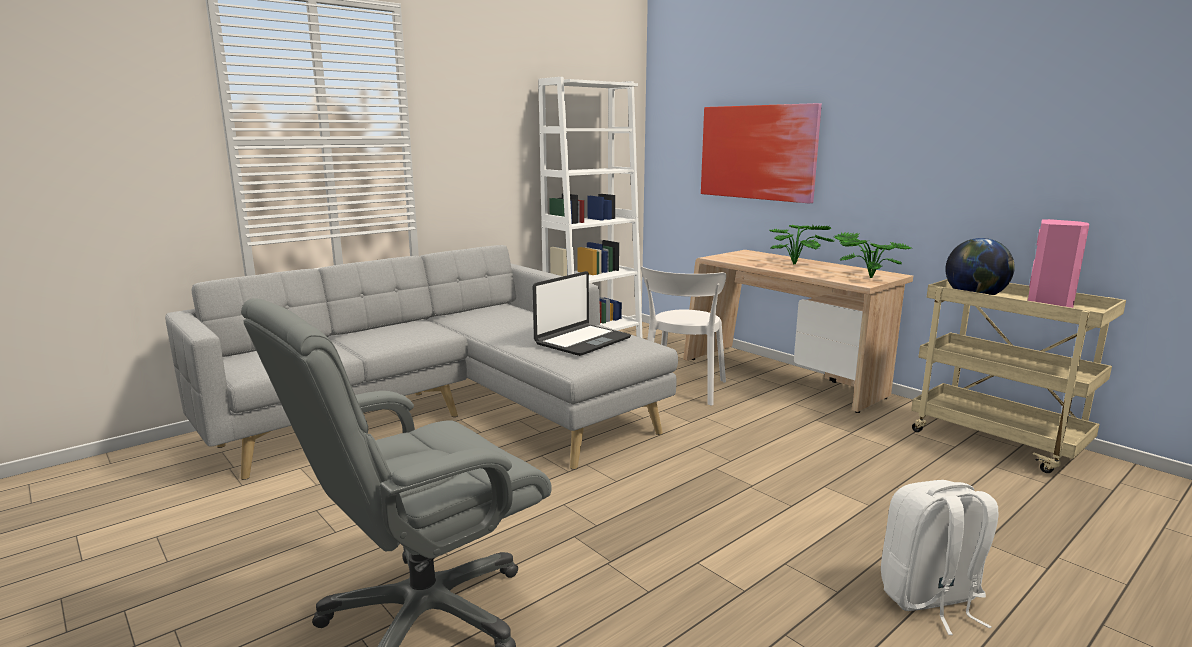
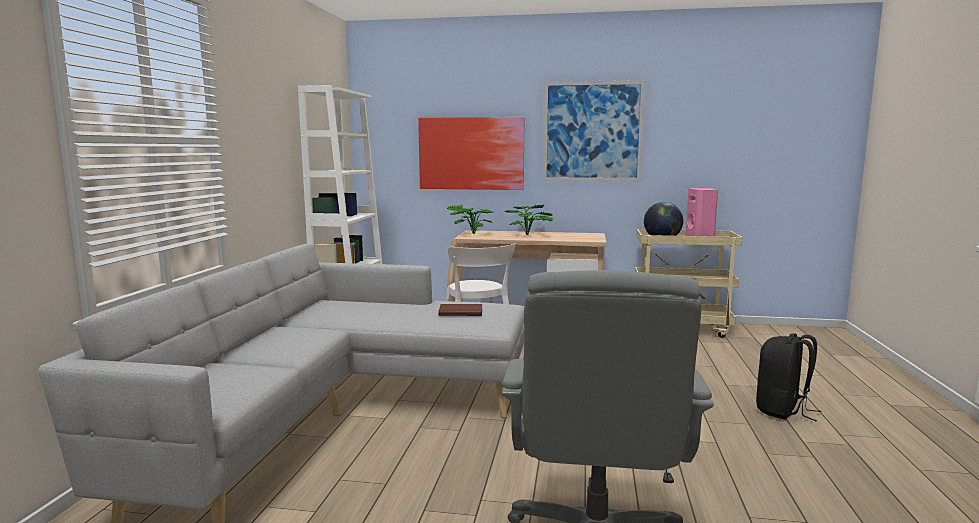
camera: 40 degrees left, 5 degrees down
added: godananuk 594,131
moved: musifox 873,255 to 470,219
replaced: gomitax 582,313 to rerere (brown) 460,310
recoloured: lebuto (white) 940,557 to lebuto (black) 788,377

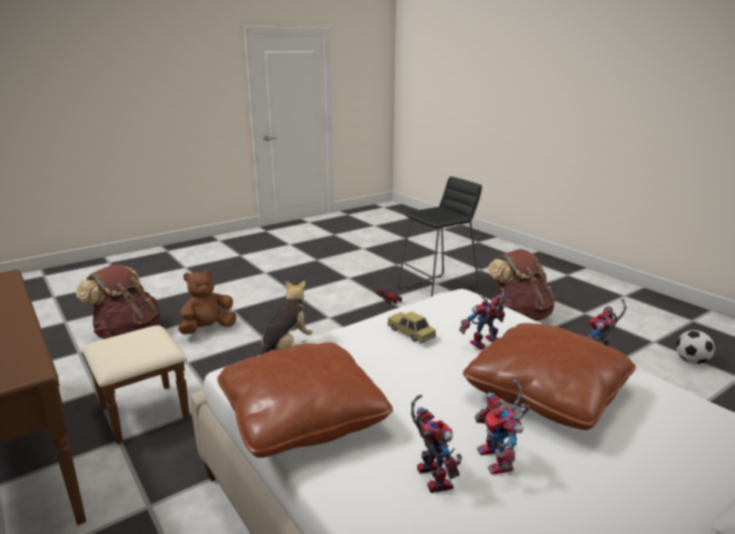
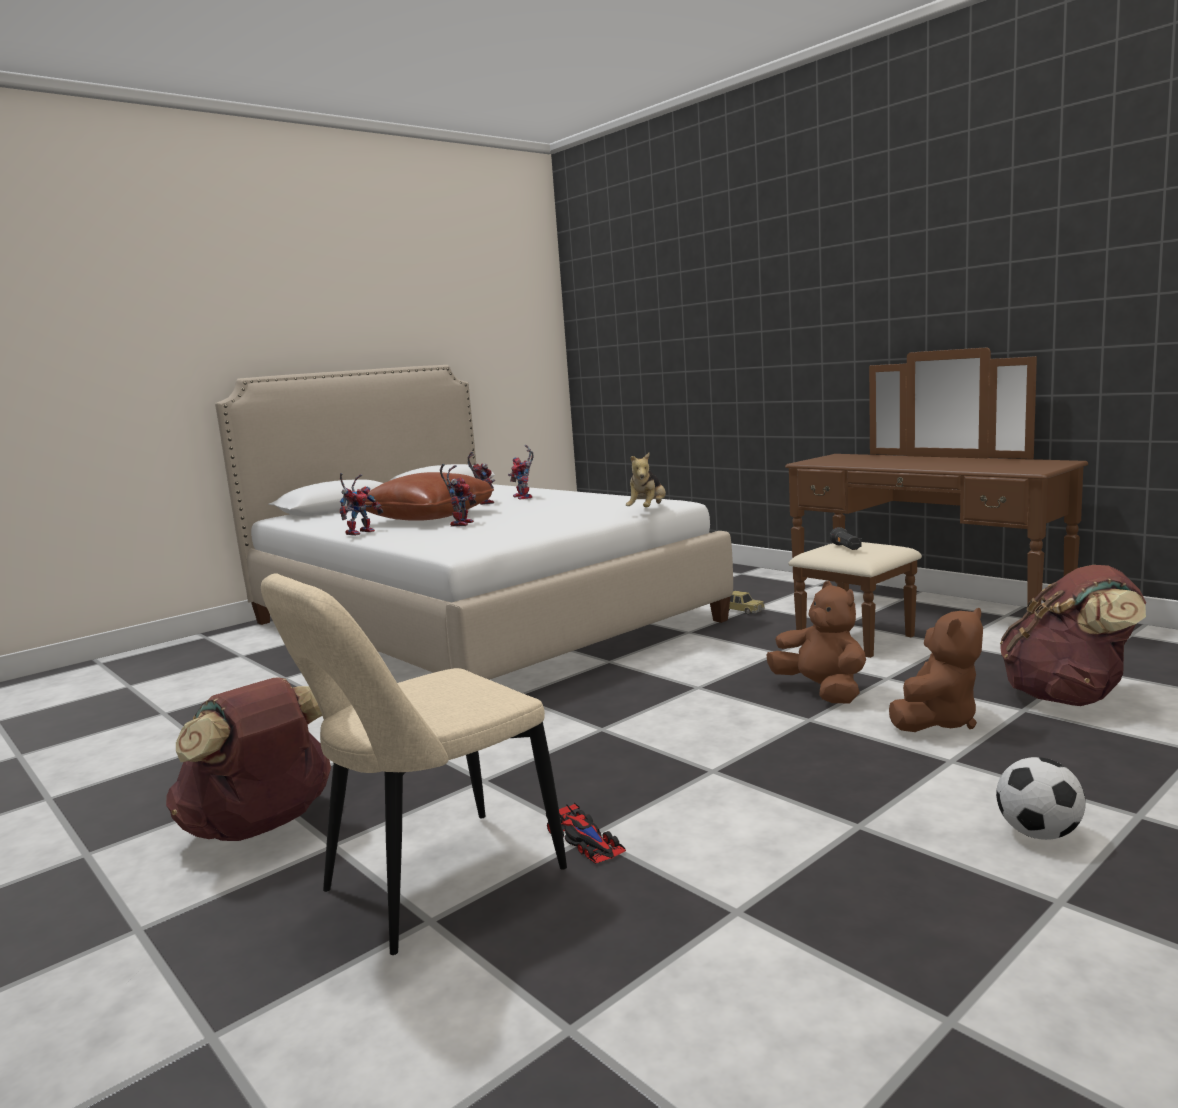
camera: 175 degrees right, 10 degrees down
removed: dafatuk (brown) 305,400
added: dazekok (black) 845,538; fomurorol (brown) 816,642
moved: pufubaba 411,327 to 747,603; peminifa 695,347 to 1041,798
replaced: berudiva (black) 440,237 to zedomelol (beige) 414,764
turned: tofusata 482,319 = 458,495 45 degrees counterclockwise

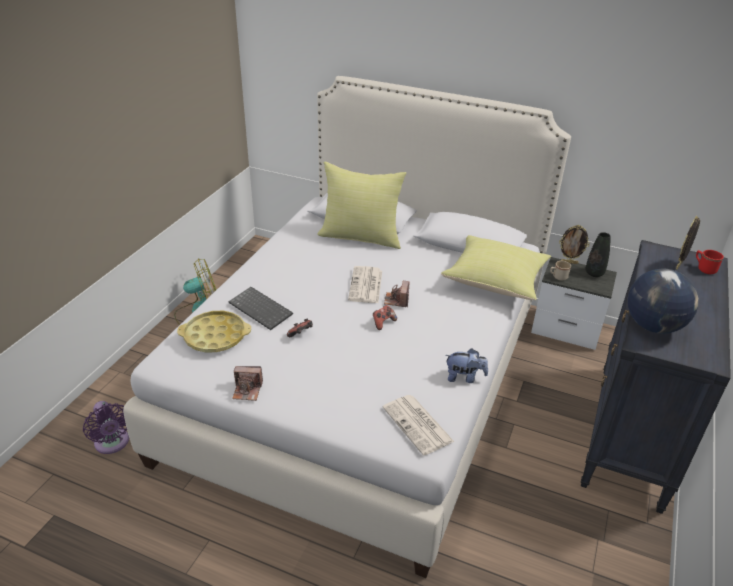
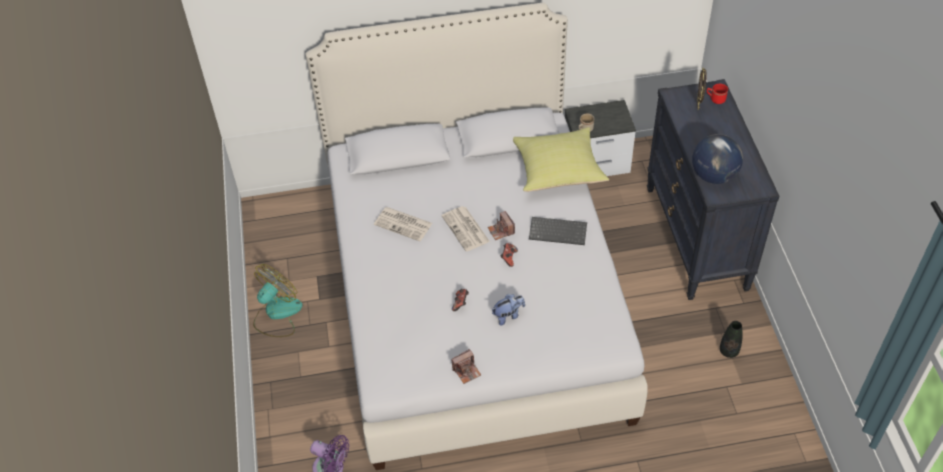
camera: 30 degrees left, 15 degrees up
removed: dafatuk (yellow) 361,205; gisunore 574,244; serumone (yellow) 214,331
moved: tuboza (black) 598,254 to 731,339; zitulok 261,308 to 558,231; fomurorol 466,366 to 508,310; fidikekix 418,425 to 403,224

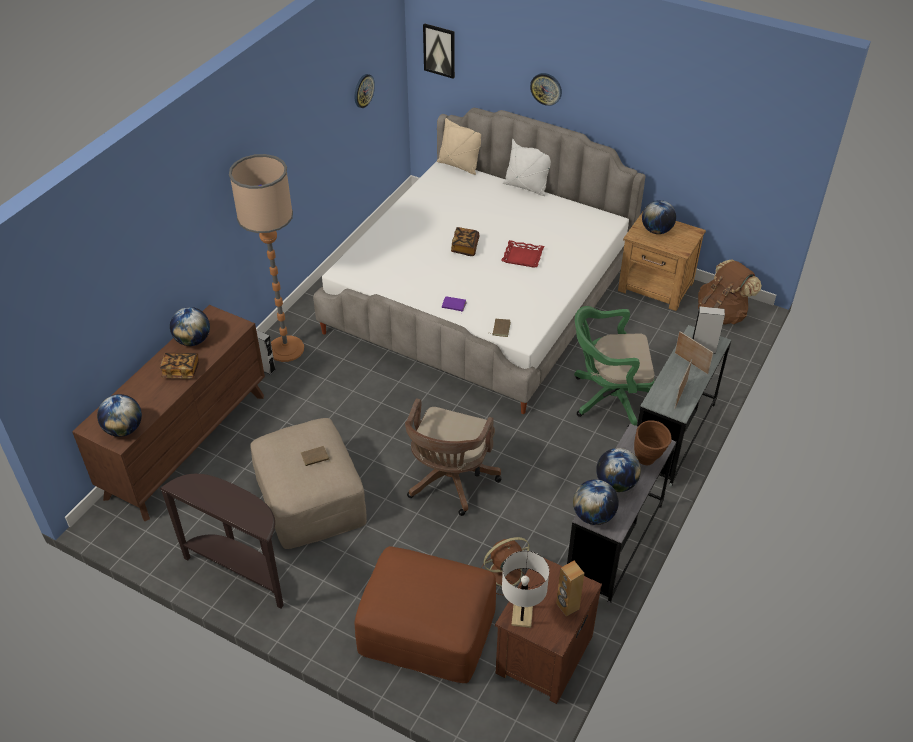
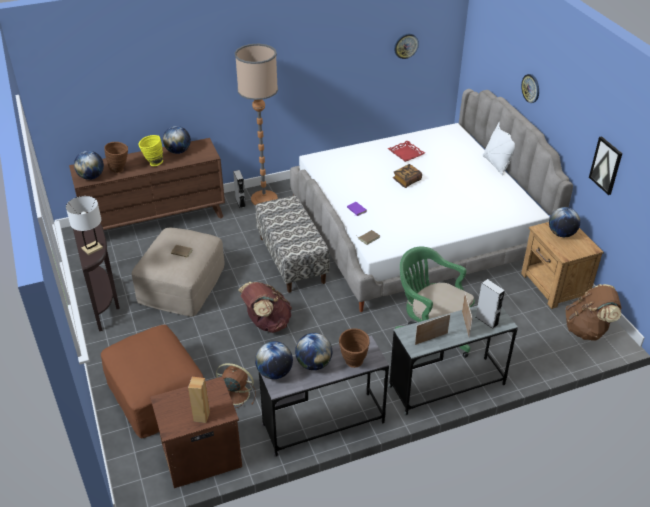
camera: 40 degrees right, 5 degrees down
removed: dafatuk (beige) 459,146
added: tuboza (brown) 116,157; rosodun 292,244
moved: godananuk 439,51 to 605,165; serumone (red) 522,254 to 406,151; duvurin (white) 525,589 to 84,225
replaced: rerere 179,366 to tuboza (yellow) 150,150; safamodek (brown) 453,457 to lebuto (brown) 265,307

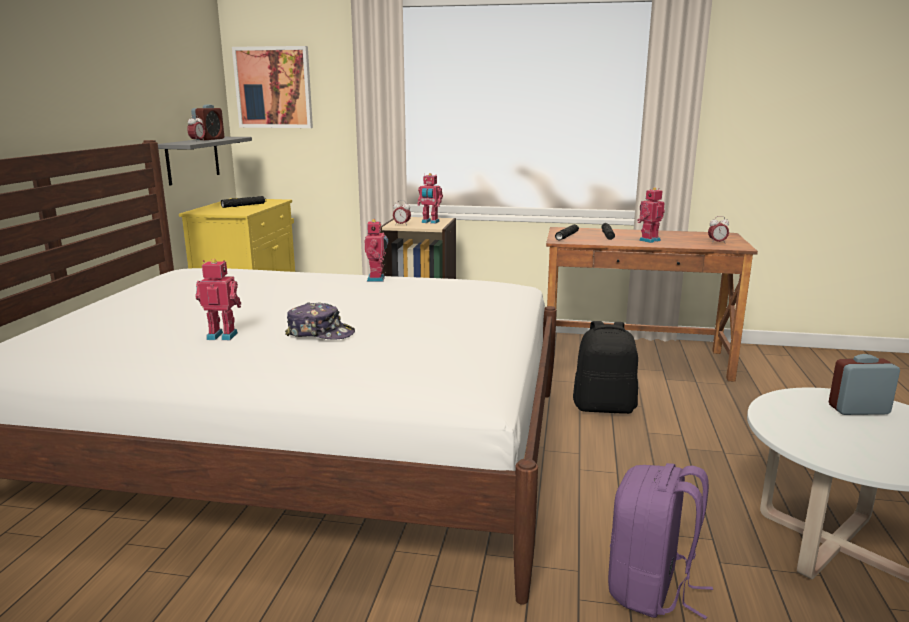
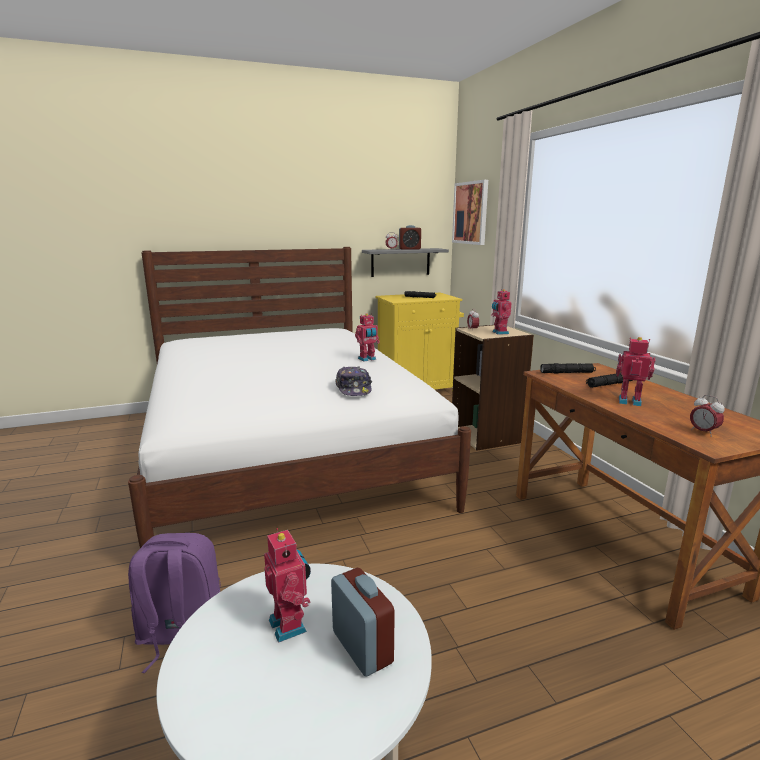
camera: 60 degrees right, 0 degrees up
removed: lebuto (black) 605,367
moved: tofusata 218,299 to 287,585; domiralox 320,320 to 353,381

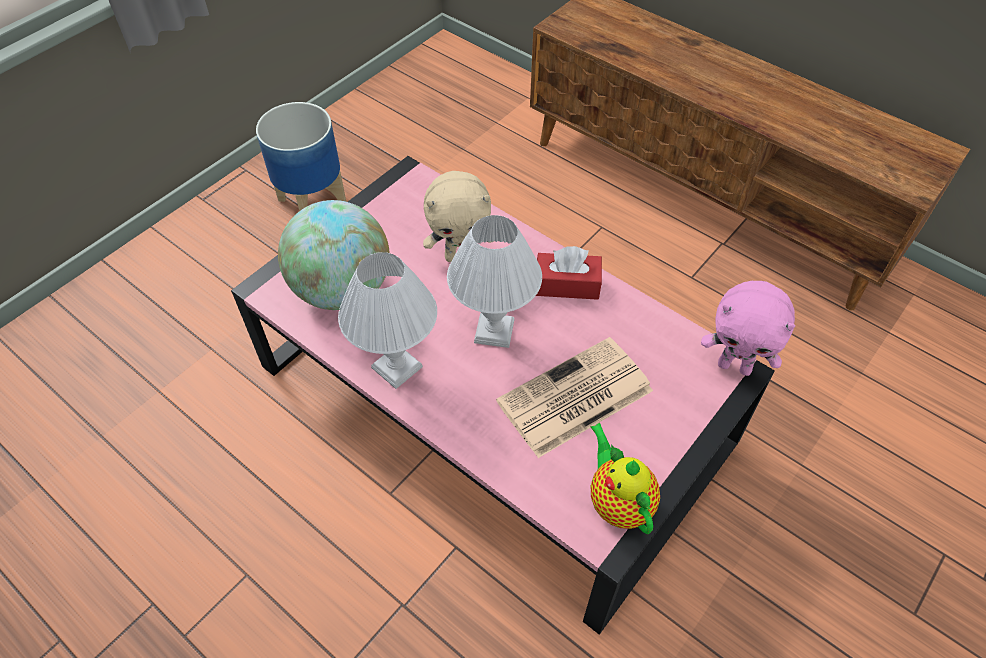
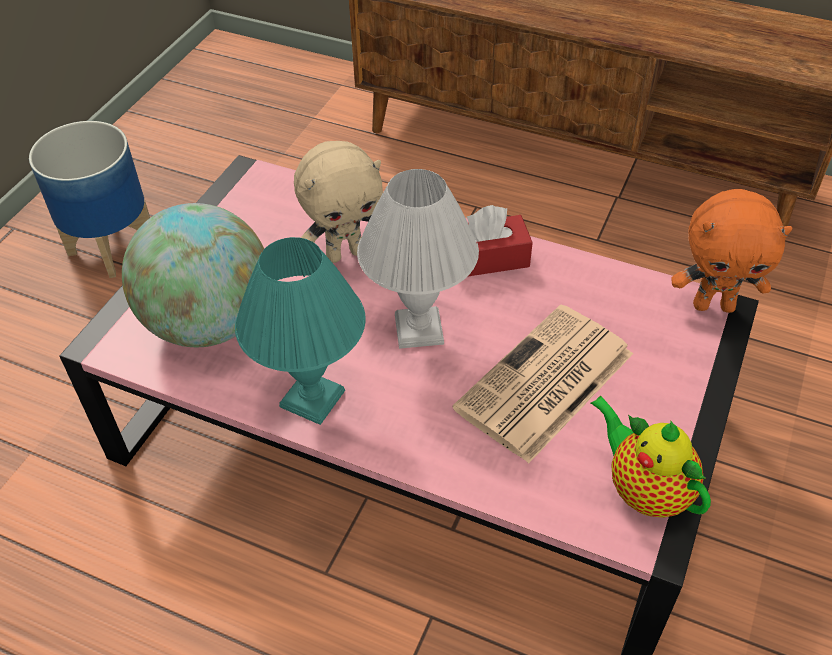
camera: 15 degrees left, 5 degrees down
recoloured: duvurin (white) 387,320 to duvurin (turquoise) 300,331; fomurorol (pink) 748,328 to fomurorol (orange) 732,251

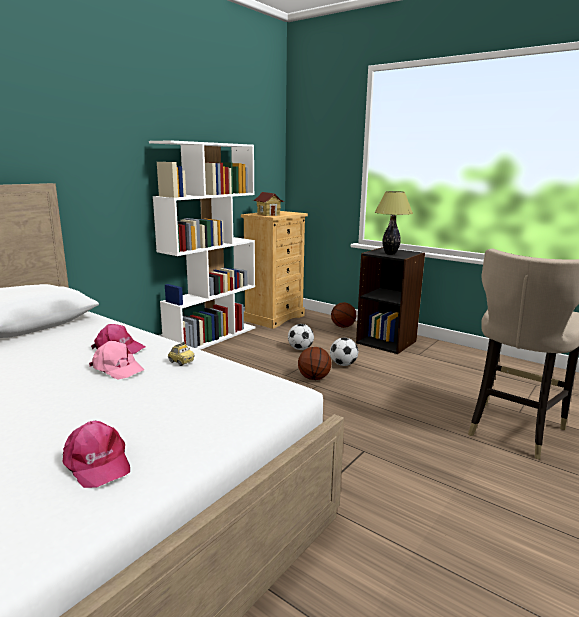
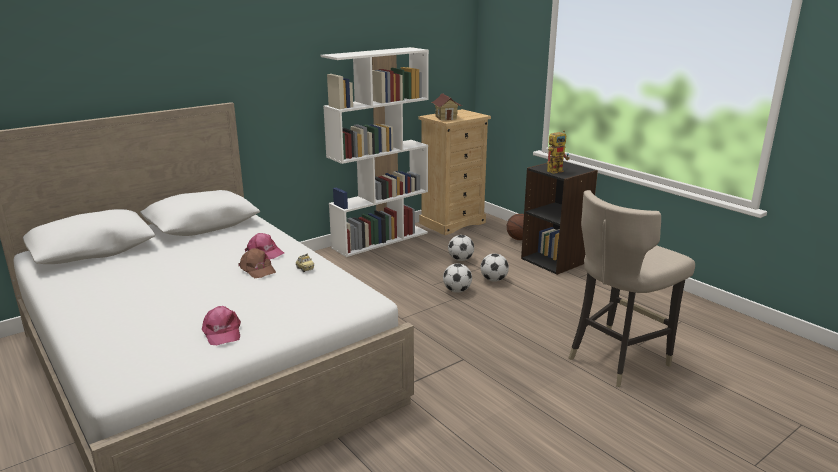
camera: 15 degrees right, 5 degrees up
replaced: duvurin 394,223 to tofusata 558,152; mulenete 314,363 to peminifa 457,278
recoloured: domiralox (pink) 116,360 to domiralox (brown) 257,263

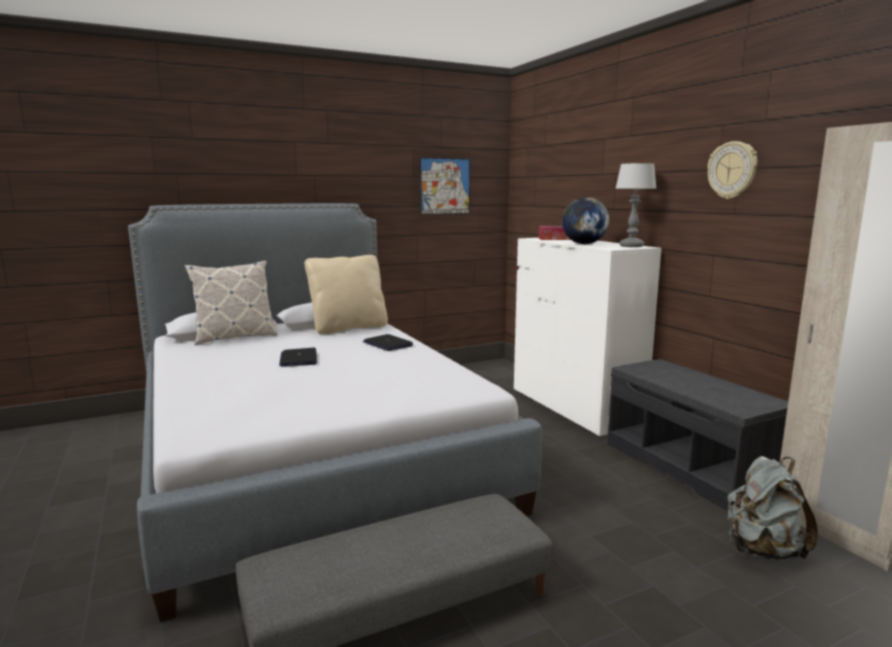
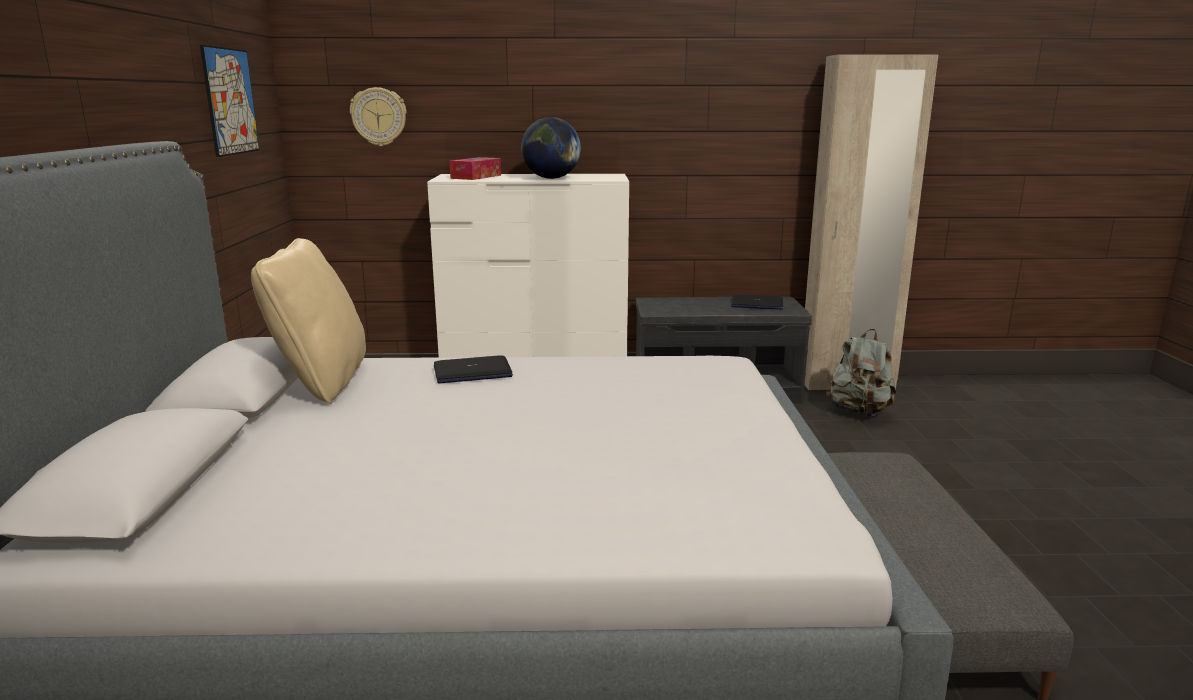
camera: 65 degrees left, 5 degrees up
removed: duvurin 636,205; dafatuk 231,303
moved: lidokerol 732,170 to 378,116; gomitax 298,357 to 757,302

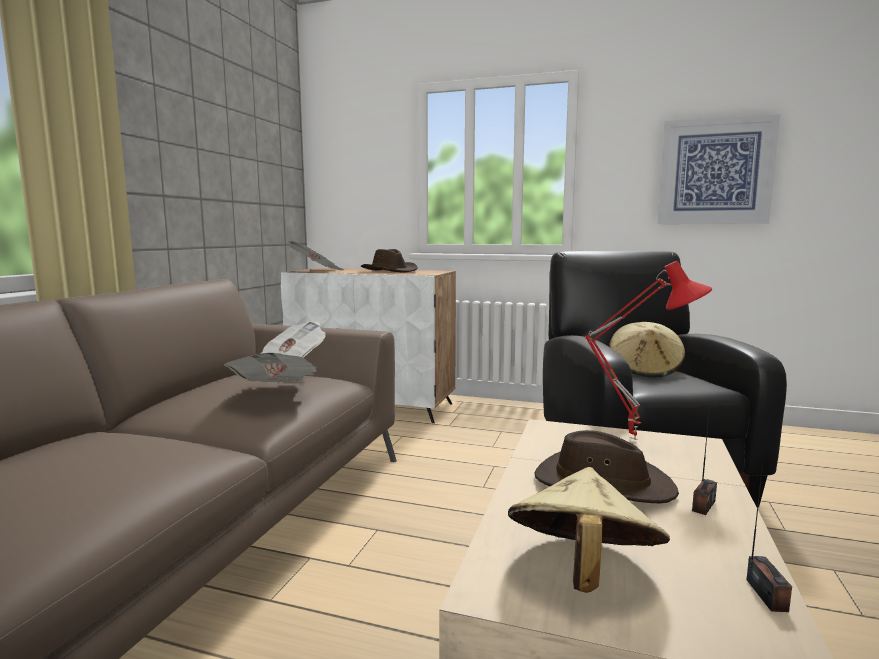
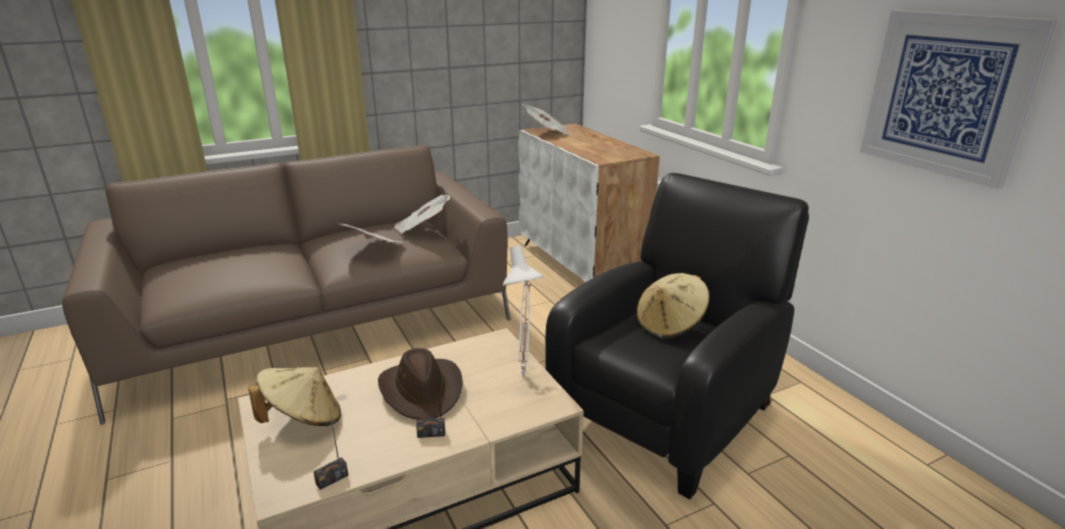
camera: 45 degrees right, 15 degrees up
removed: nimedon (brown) 389,260
recoloured: duvurin (red) 648,350 to duvurin (white) 523,311

